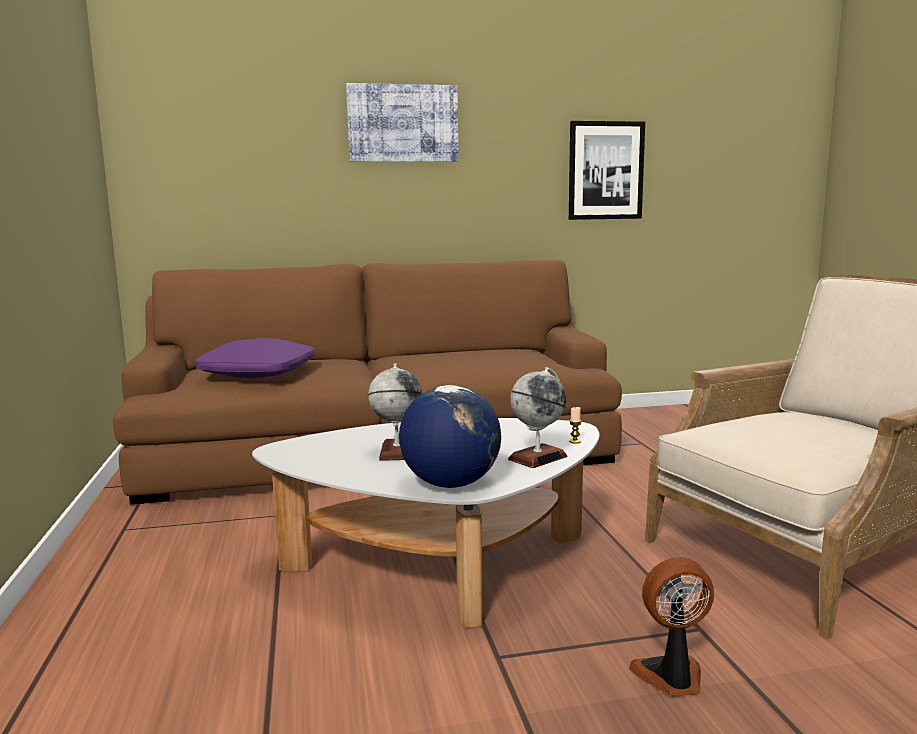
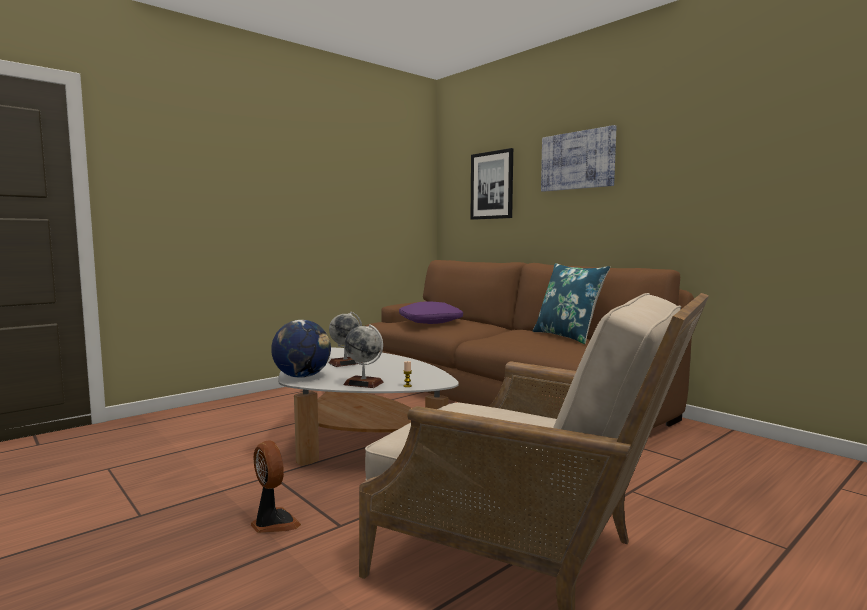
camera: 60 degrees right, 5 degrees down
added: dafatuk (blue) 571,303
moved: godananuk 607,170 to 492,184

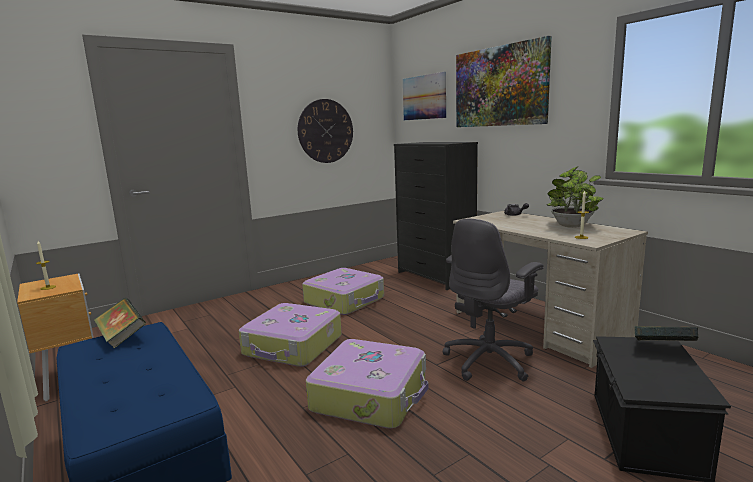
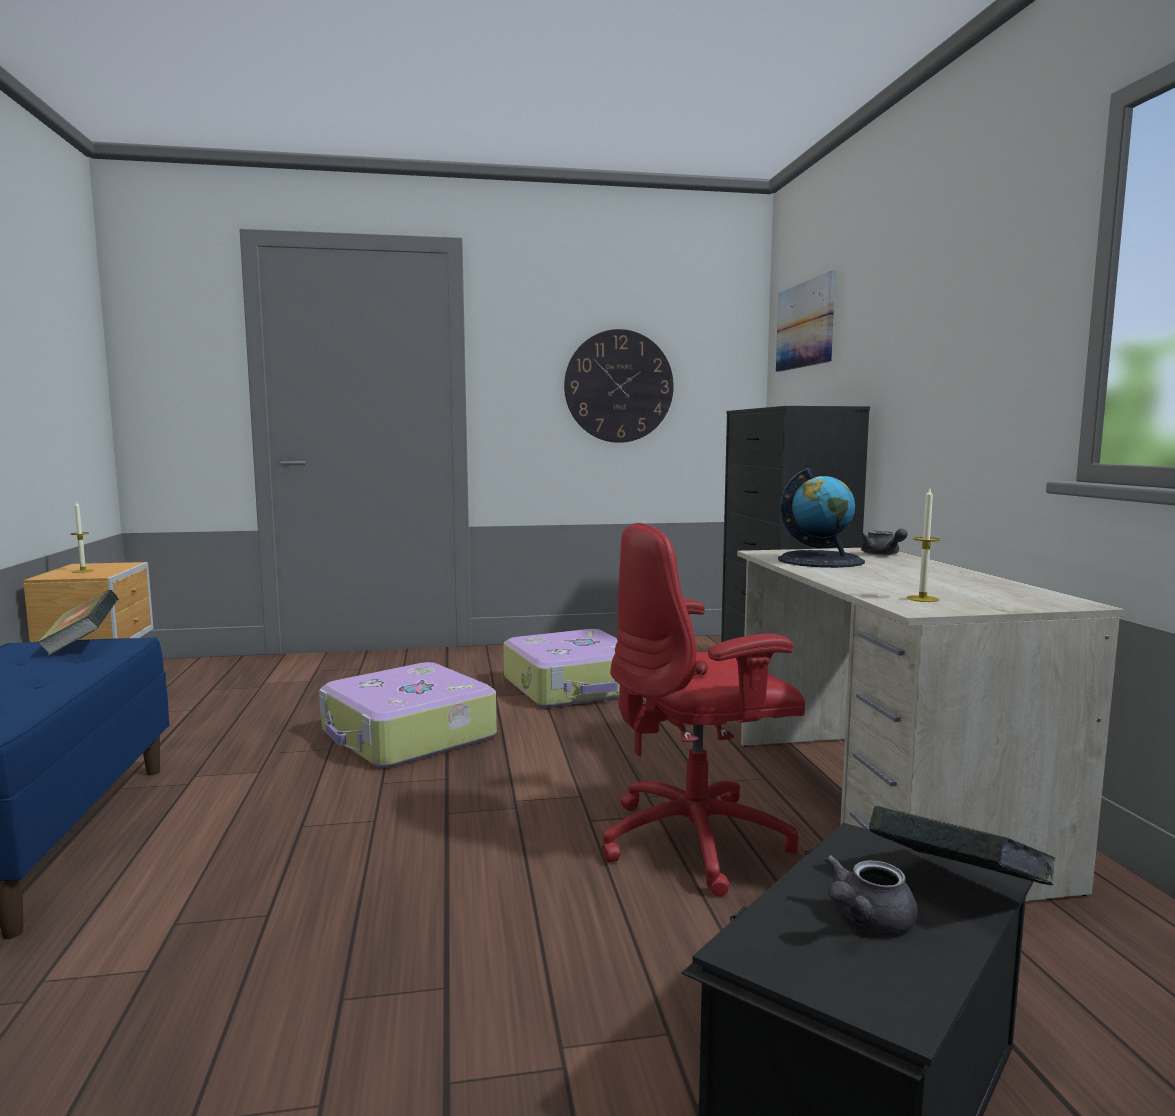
camera: 25 degrees right, 5 degrees down
removed: godananuk 504,81; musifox 575,197; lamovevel 367,383
added: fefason 821,518; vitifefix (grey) 871,893
recoloured: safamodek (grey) 493,300 to safamodek (red) 703,709

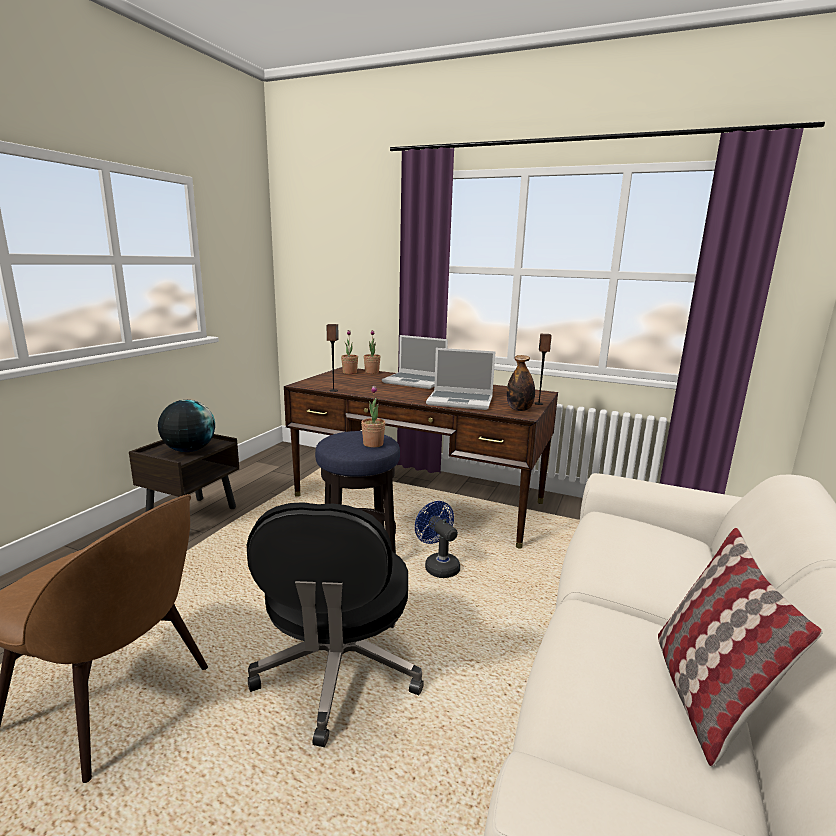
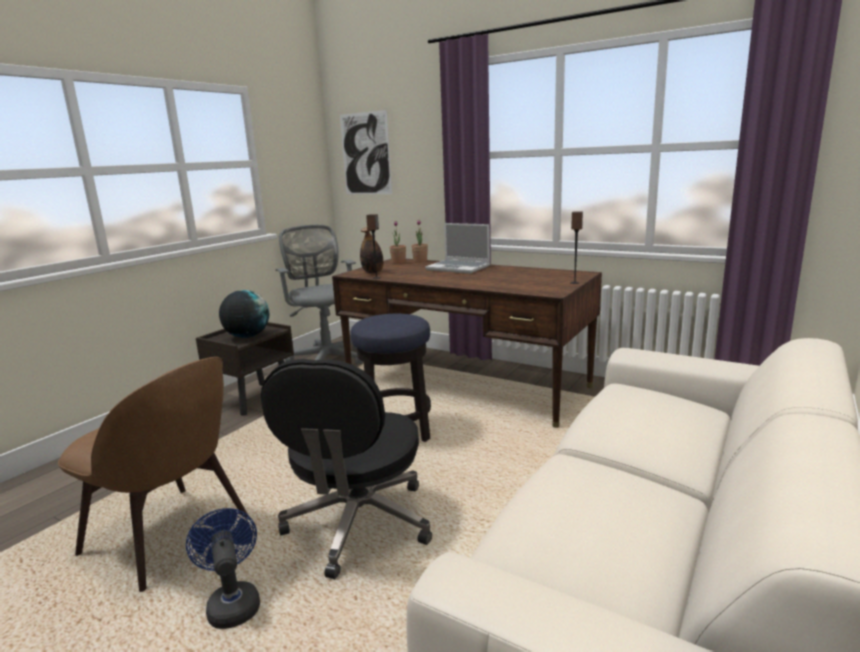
camera: 10 degrees right, 0 degrees up
removed: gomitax 461,379; musifox 373,416; dafatuk 740,647
added: godananuk 366,152; safamodek (grey) 319,295
moved: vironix 521,383 to 372,250; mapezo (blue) 437,539 to 223,568

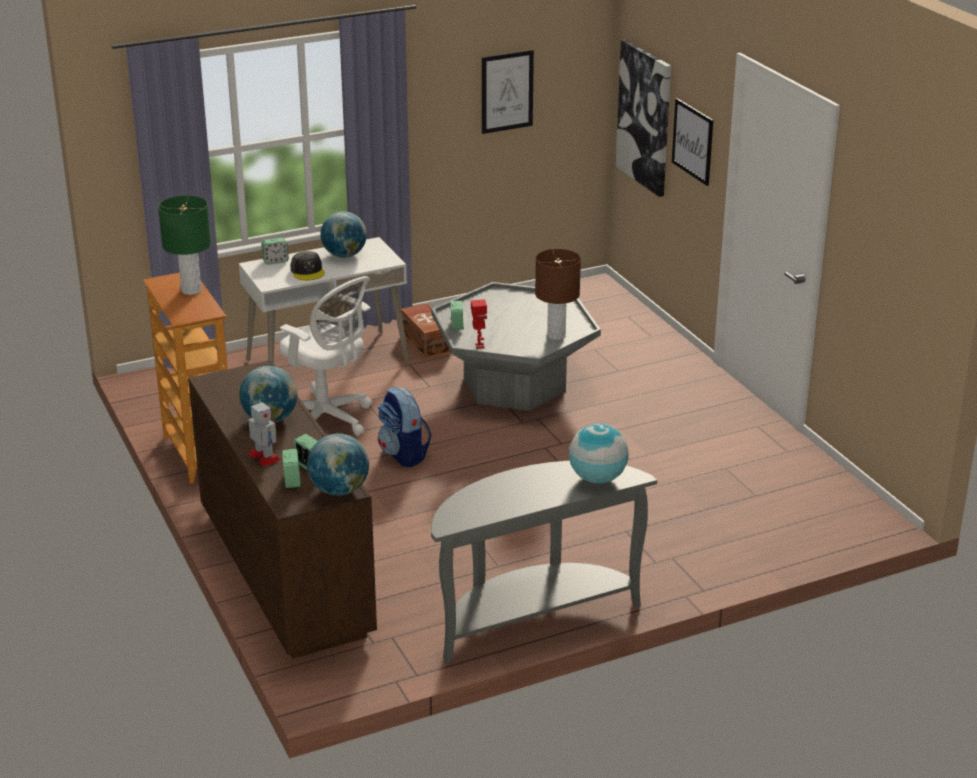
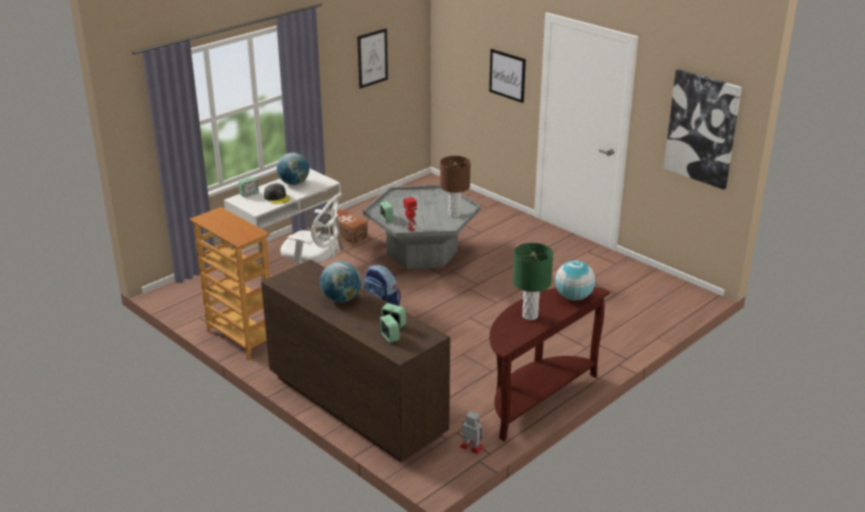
camera: 20 degrees left, 0 degrees up
removed: fefason 338,465
moved: godananuk 643,118 to 703,129; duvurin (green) 184,245 to 533,281; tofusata 264,434 to 471,432
recoloured: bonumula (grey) 544,562 to bonumula (brown) 549,364

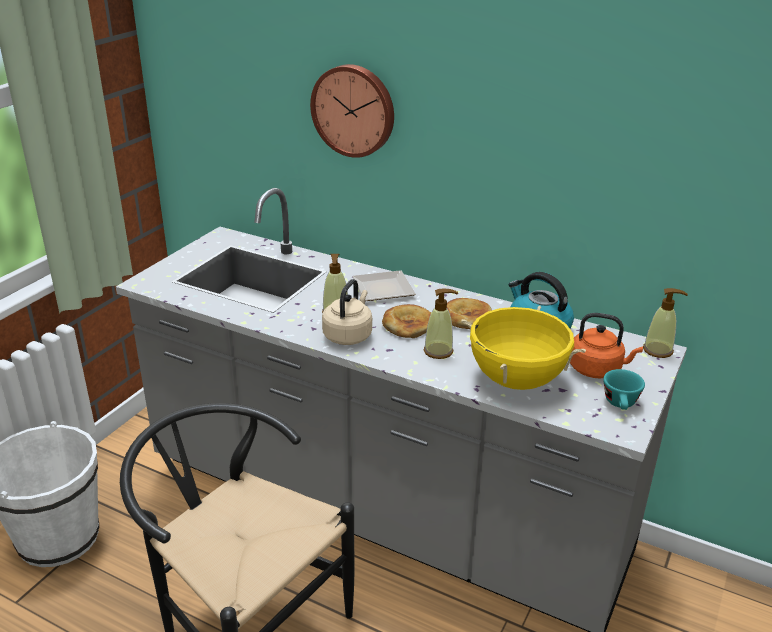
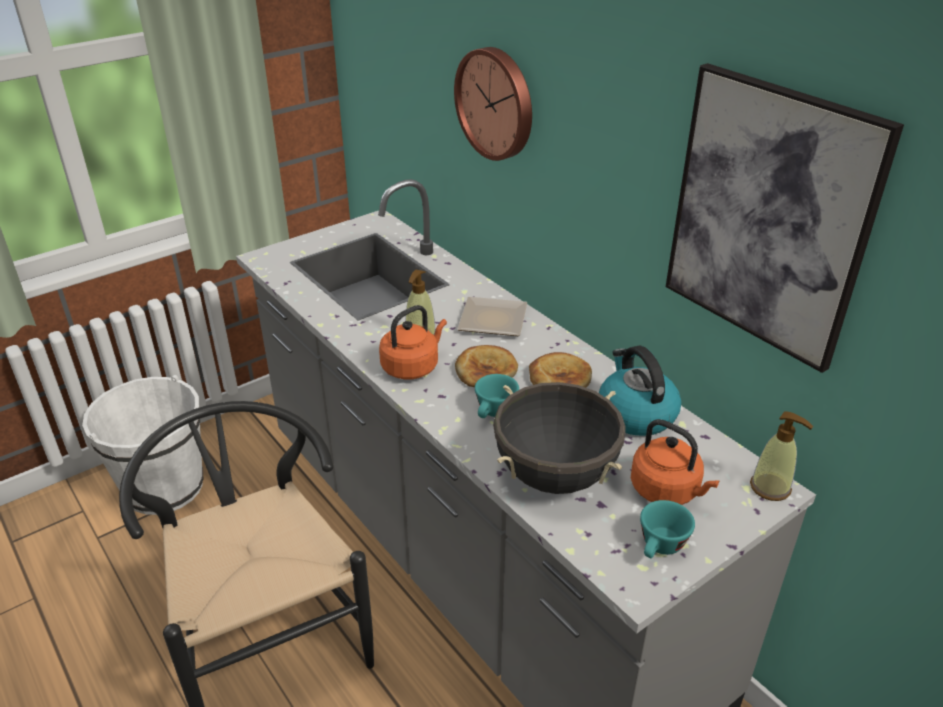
camera: 25 degrees right, 5 degrees up
added: godananuk 785,218
replaced: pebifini 441,323 to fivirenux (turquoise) 497,396
recoloured: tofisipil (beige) 347,312 to tofisipil (orange) 413,342; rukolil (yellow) 523,348 to rukolil (black) 559,438

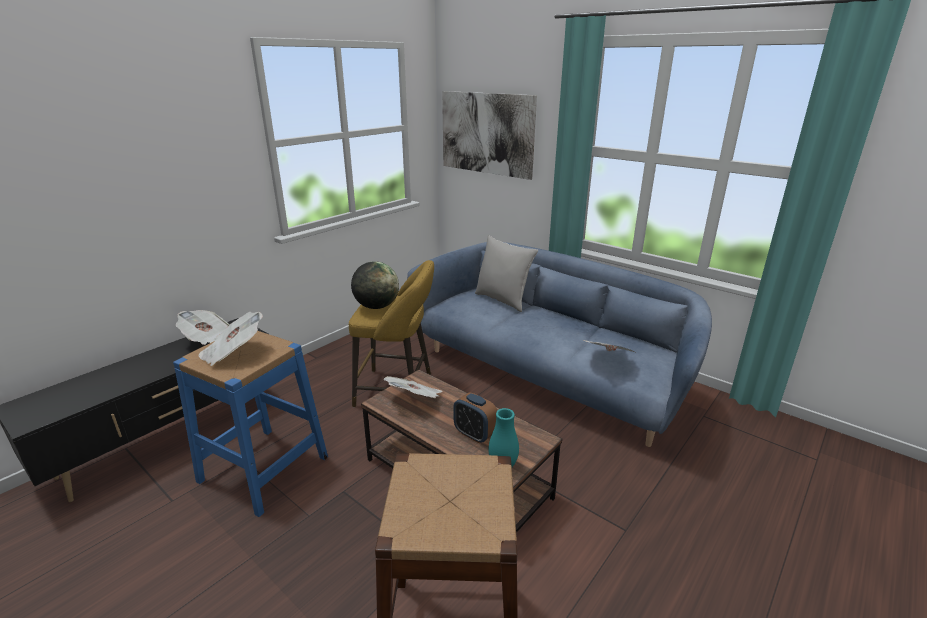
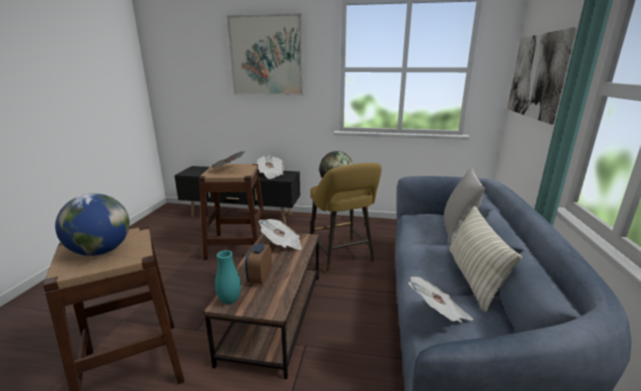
camera: 60 degrees right, 5 degrees down
added: godananuk 265,54; fefason 92,224; dafatuk 485,259
recoloured: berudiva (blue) 250,424 to berudiva (brown) 232,212

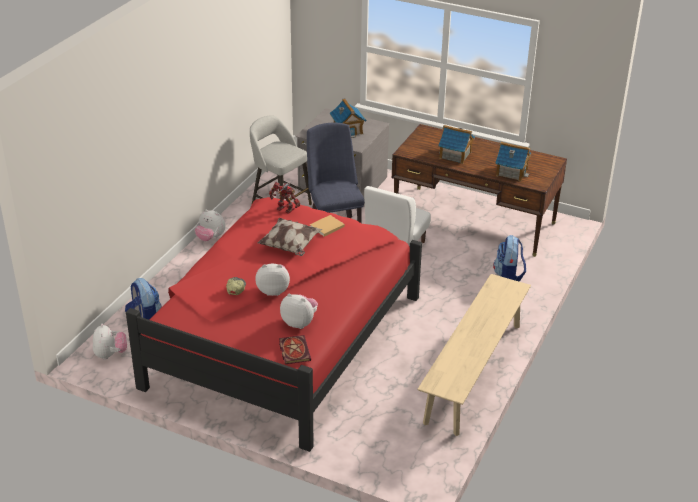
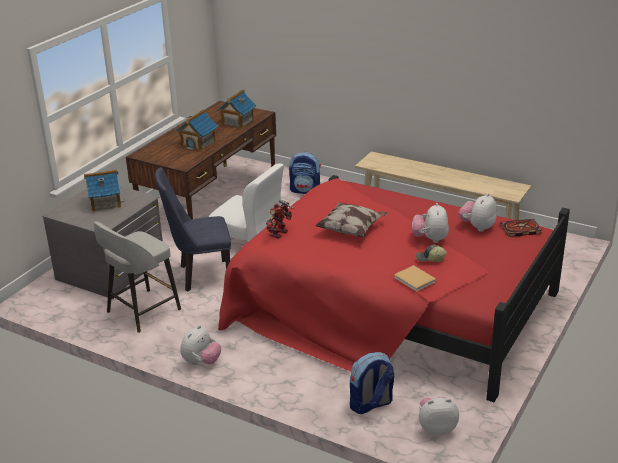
camera: 85 degrees left, 5 degrees down
moved: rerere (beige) 327,226 to 415,278

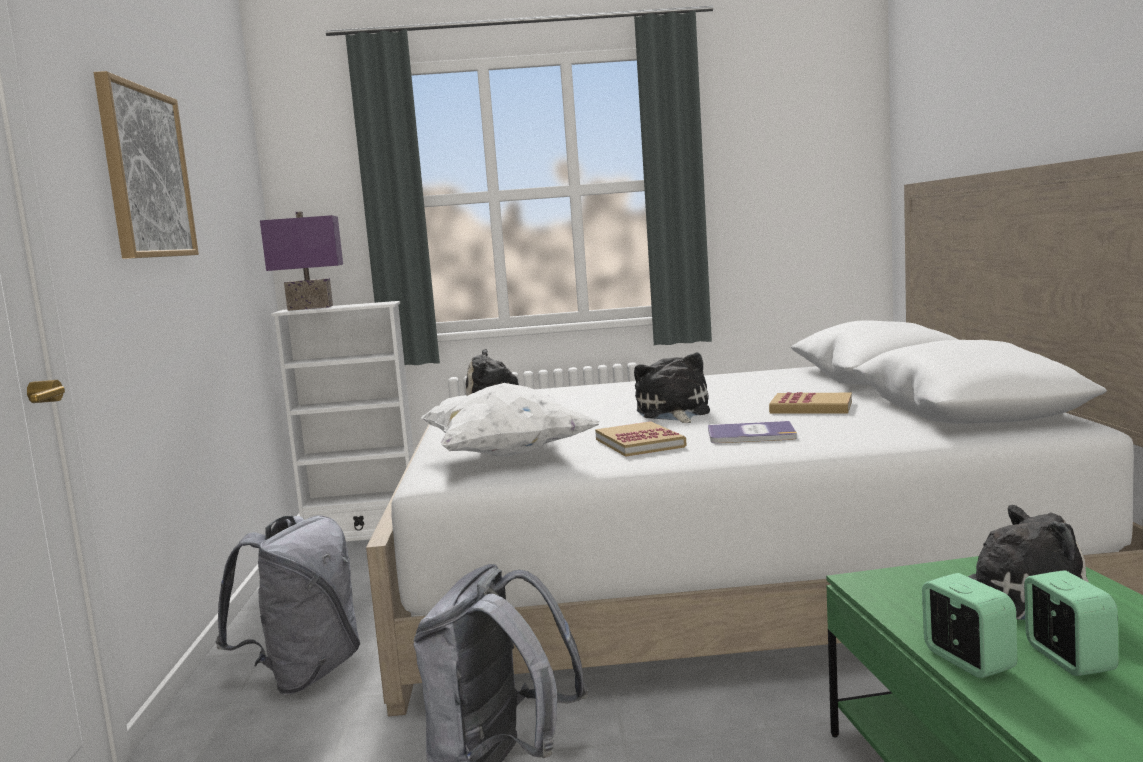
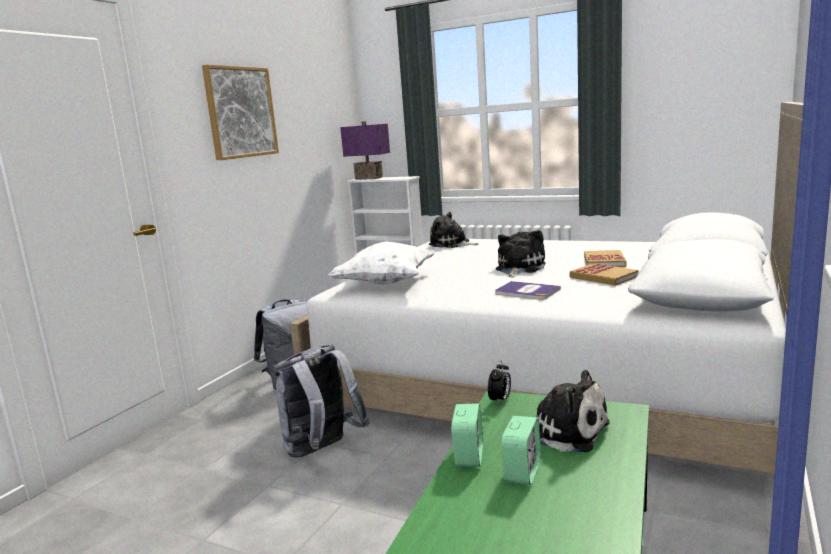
camera: 30 degrees right, 5 degrees up
added: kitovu 499,383
moved: rerere 641,439 to 605,258

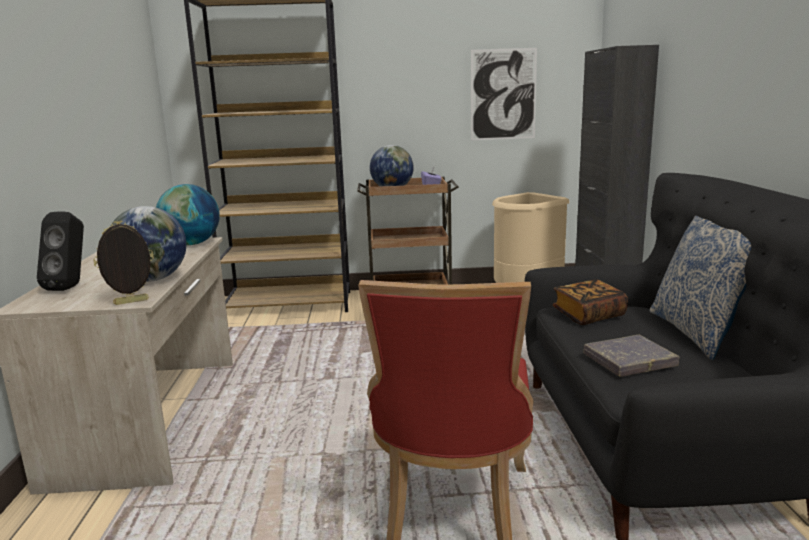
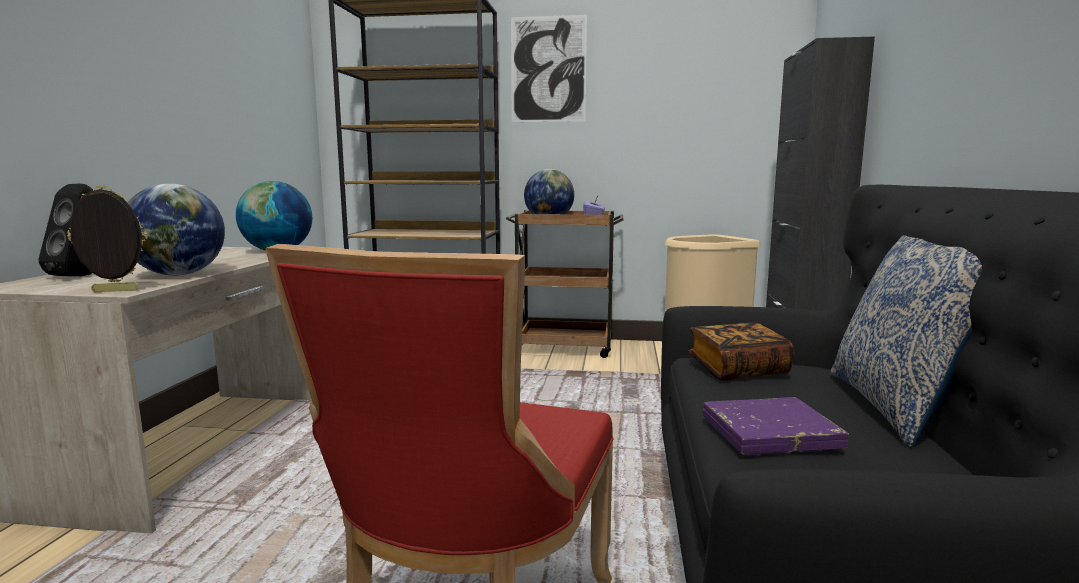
camera: 10 degrees right, 5 degrees down
moved: godananuk 504,94 to 549,68
recoloured: rerere (grey) 631,356 to rerere (purple) 776,426

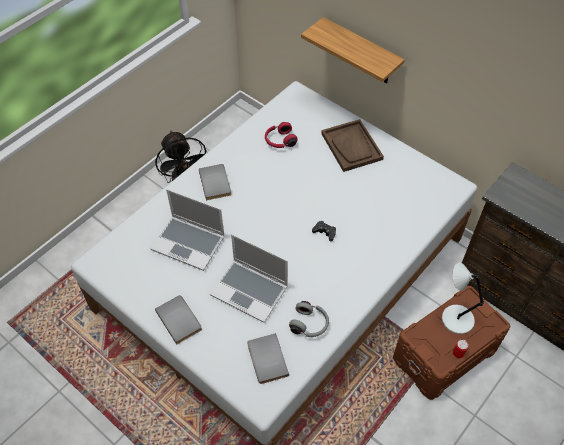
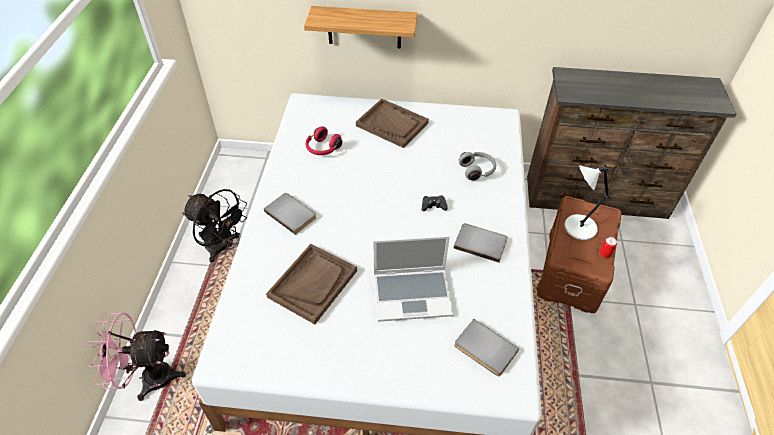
camera: 35 degrees left, 5 degrees down
added: mapezo (pink) 137,356
moved: rerere (grey) 178,320 to 481,243; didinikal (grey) 309,319 to 477,166
replaced: gomitax 187,230 to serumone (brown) 311,284

